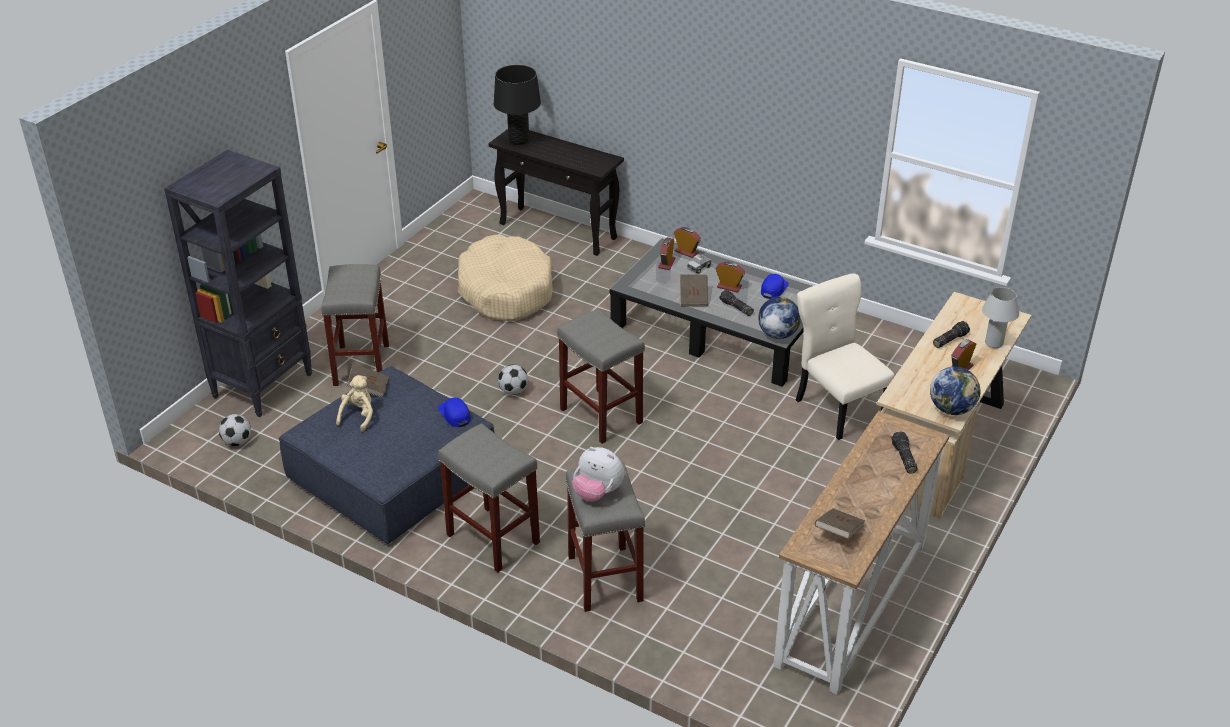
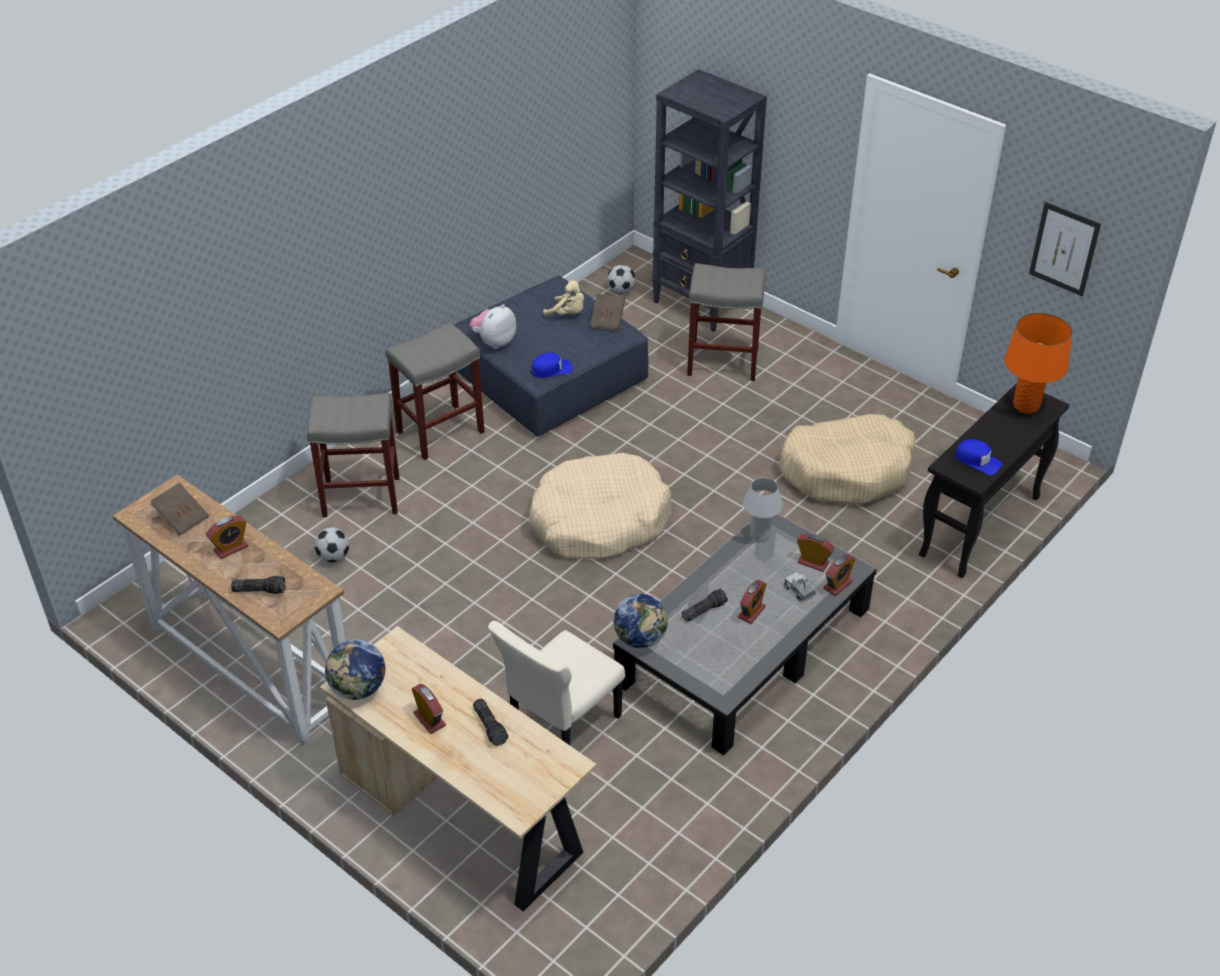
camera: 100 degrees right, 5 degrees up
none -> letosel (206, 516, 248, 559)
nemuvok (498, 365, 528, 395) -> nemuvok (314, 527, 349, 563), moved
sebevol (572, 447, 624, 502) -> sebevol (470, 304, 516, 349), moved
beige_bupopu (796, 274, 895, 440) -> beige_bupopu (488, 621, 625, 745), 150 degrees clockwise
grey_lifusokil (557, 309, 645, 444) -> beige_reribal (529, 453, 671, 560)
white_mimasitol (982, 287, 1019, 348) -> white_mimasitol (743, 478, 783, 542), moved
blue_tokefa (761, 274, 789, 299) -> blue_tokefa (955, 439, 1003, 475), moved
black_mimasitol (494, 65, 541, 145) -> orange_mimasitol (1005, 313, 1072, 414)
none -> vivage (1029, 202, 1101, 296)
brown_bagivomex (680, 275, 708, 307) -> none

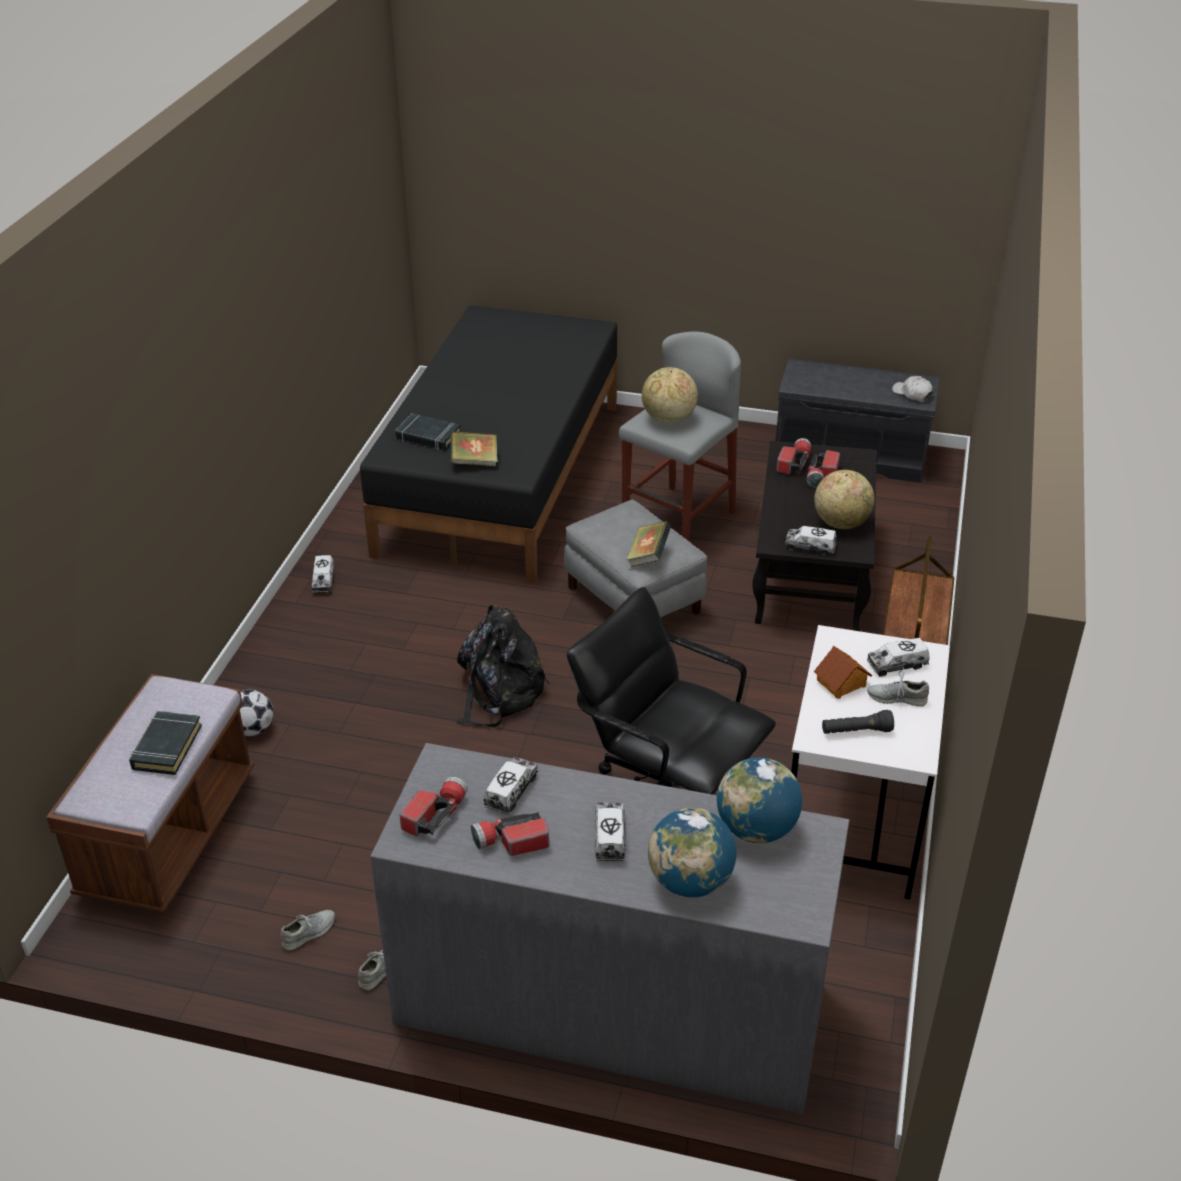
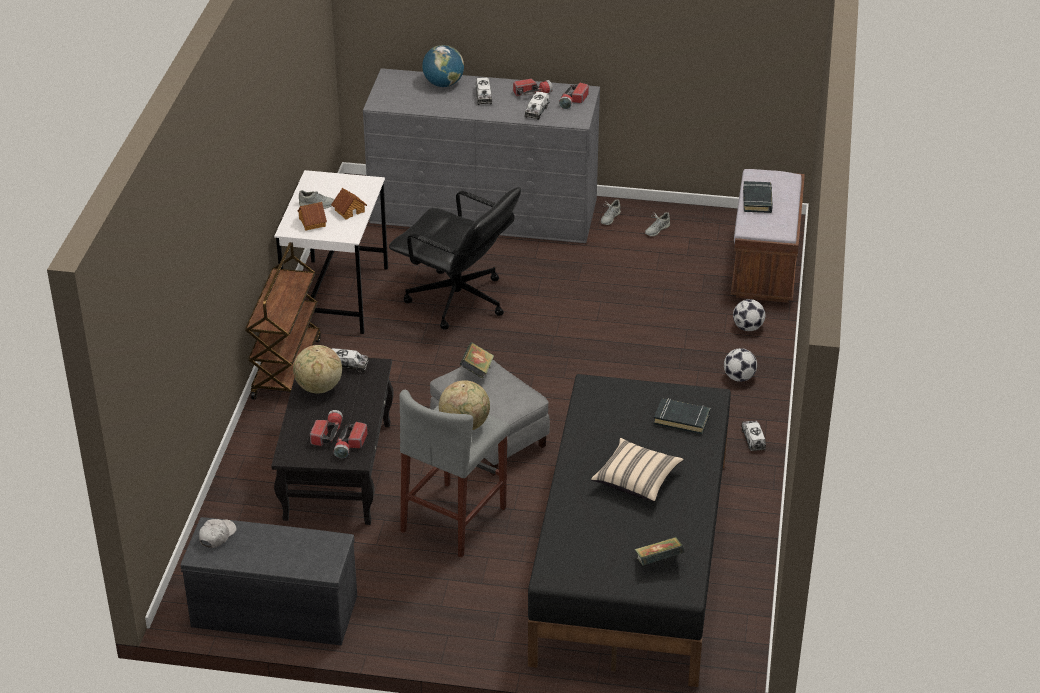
camera: 175 degrees right, 0 degrees up
white_tokefa (892, 376, 933, 402) -> white_tokefa (199, 519, 237, 548), 105 degrees counterclockwise
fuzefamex (867, 638, 930, 677) -> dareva (298, 202, 327, 231)
none -> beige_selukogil (591, 438, 684, 502)
bagivomex (450, 431, 498, 466) -> bagivomex (635, 537, 685, 566), moved
none -> nemuvok (724, 348, 757, 382)
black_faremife (457, 605, 550, 727) -> none
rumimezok (717, 757, 802, 843) -> none
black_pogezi (822, 710, 894, 734) -> none

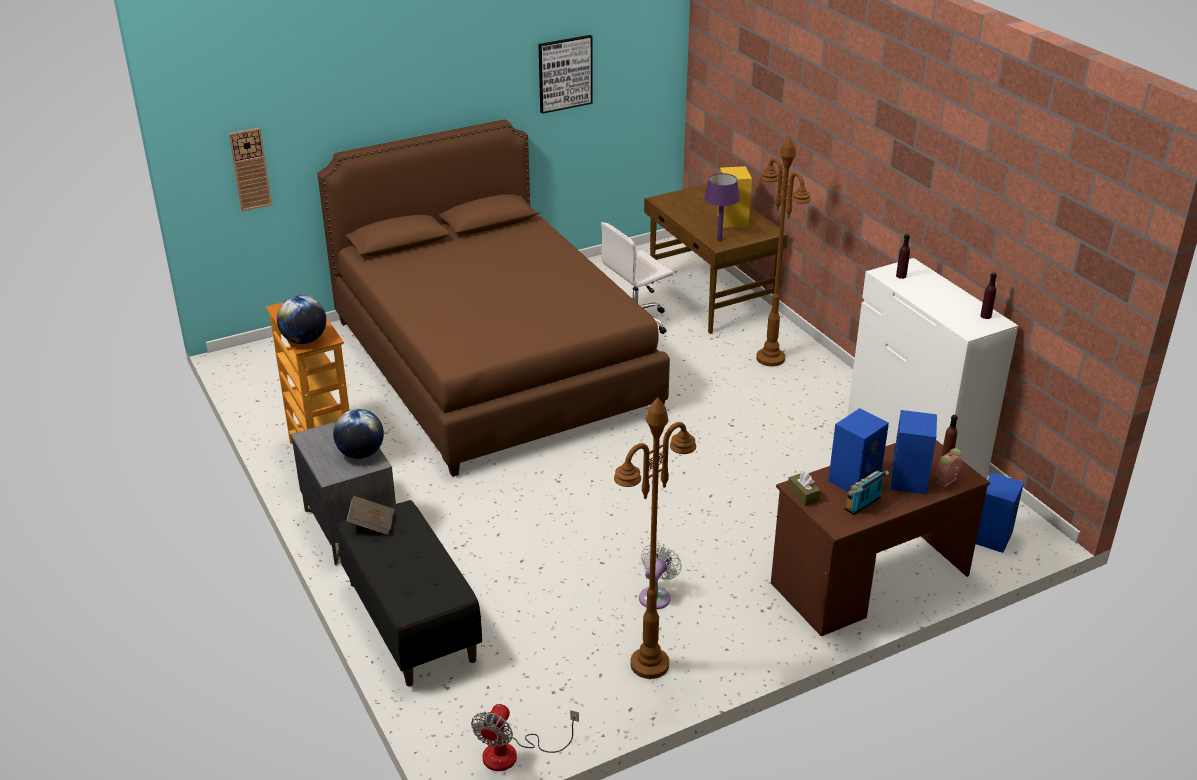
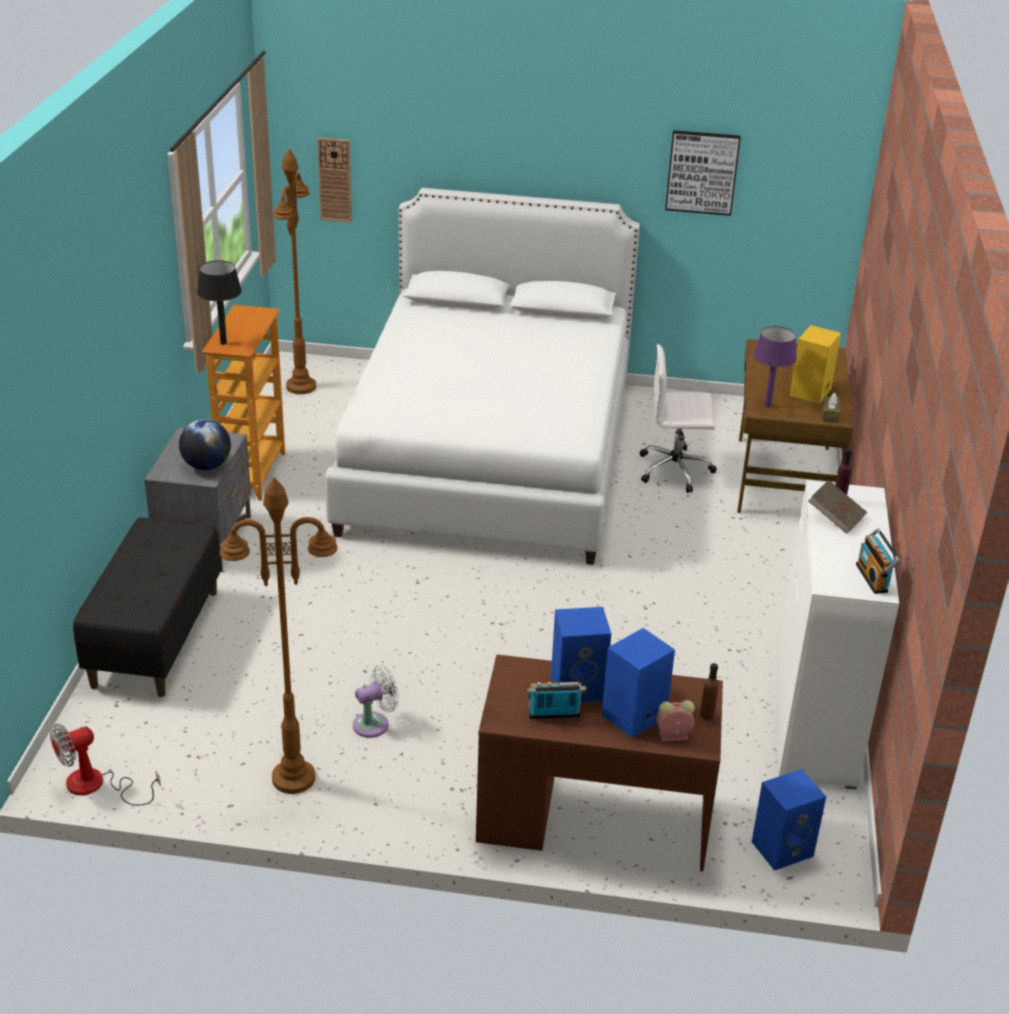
camera: 35 degrees right, 0 degrees up
rumimezok (277, 295, 326, 344) -> black_mimasitol (197, 260, 242, 345)
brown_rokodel (756, 136, 811, 366) -> brown_rokodel (274, 149, 316, 394), moved
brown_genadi (317, 119, 670, 477) -> white_genadi (325, 188, 640, 565)
brown_bagivomex (346, 496, 394, 535) -> brown_bagivomex (808, 480, 867, 534), moved
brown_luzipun (788, 471, 821, 506) -> brown_luzipun (822, 393, 840, 423), moved
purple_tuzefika (980, 273, 997, 319) -> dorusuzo (856, 528, 901, 594)

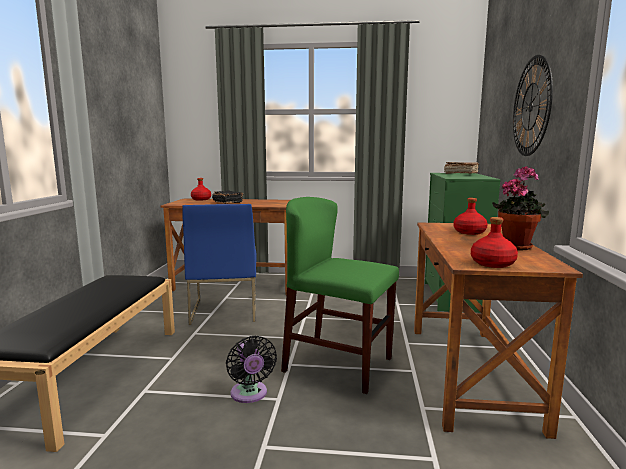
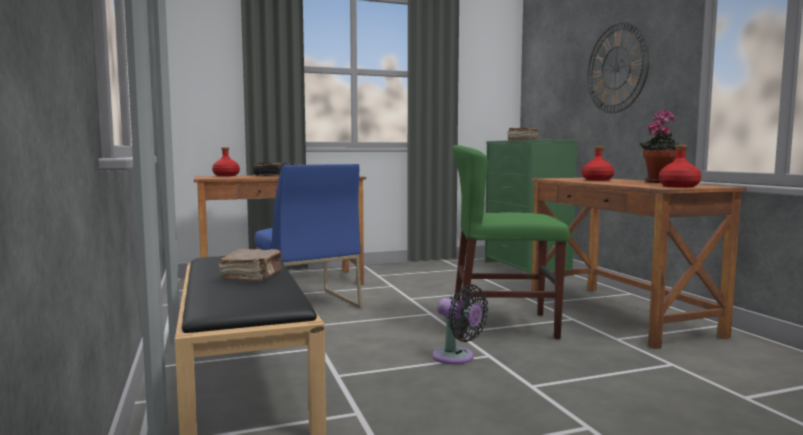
camera: 25 degrees left, 5 degrees down
none -> brown_bagivomex (219, 248, 282, 281)

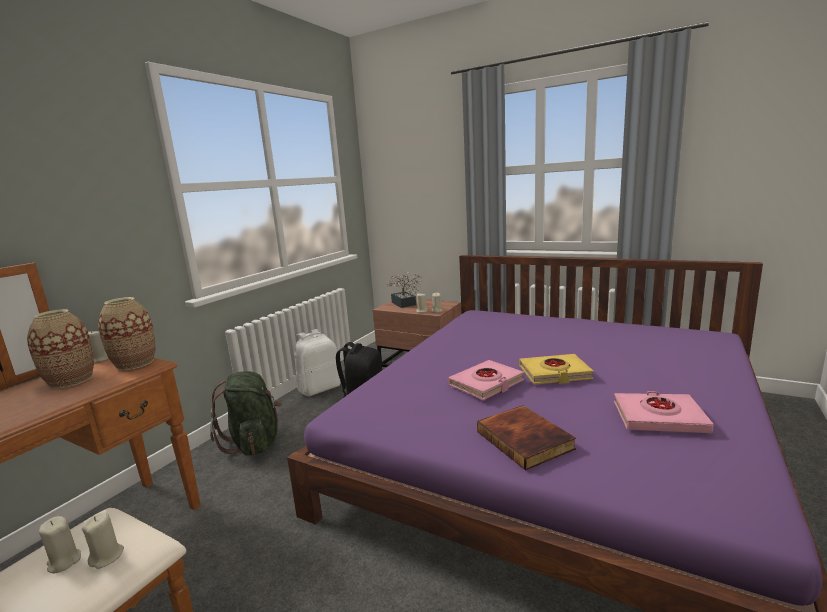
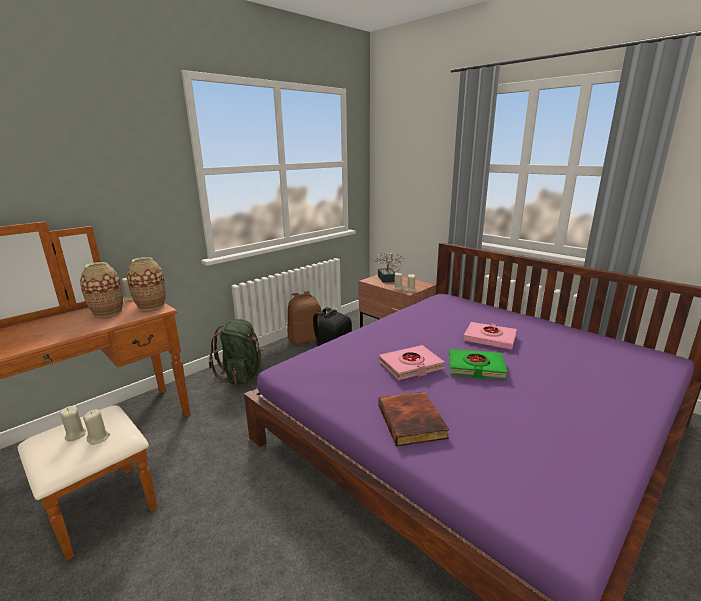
camera: 15 degrees right, 5 degrees up
white_faremife (295, 329, 341, 396) -> brown_faremife (287, 291, 322, 345)
yellow_bagivomex (519, 354, 594, 385) -> green_bagivomex (449, 349, 508, 379)
pink_bagivomex (614, 391, 714, 433) -> pink_bagivomex (463, 322, 517, 350), moved

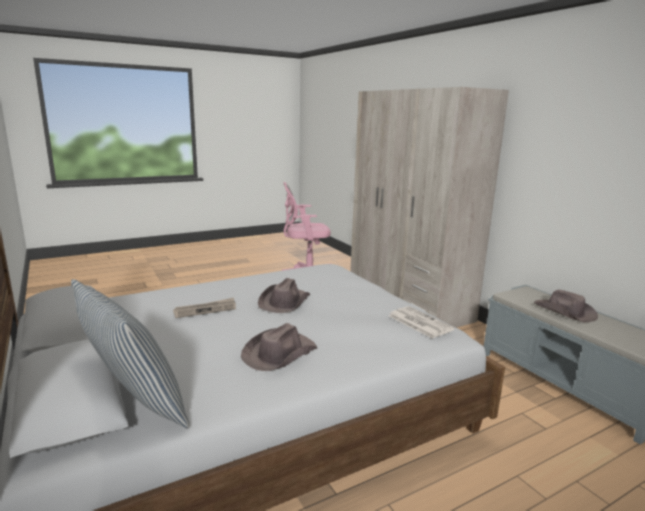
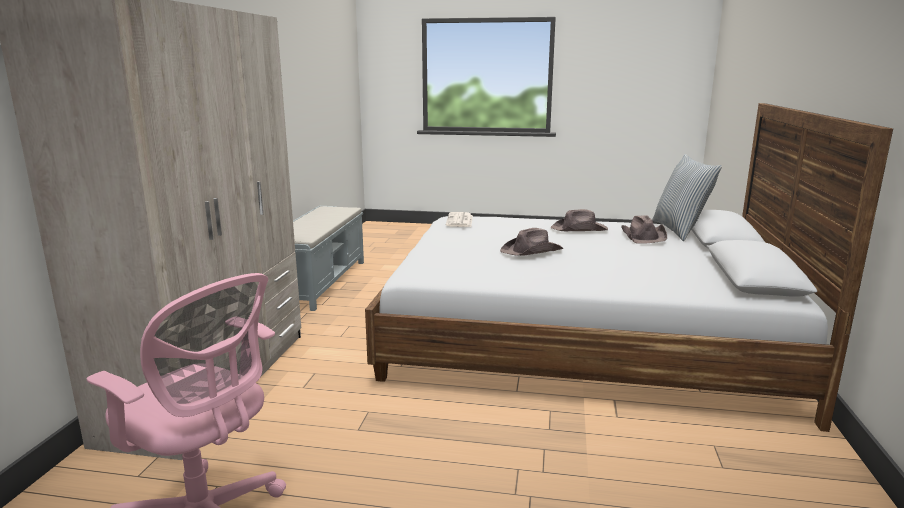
camera: 140 degrees left, 0 degrees up
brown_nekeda (534, 290, 598, 323) -> brown_nekeda (621, 215, 667, 244), moved
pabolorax (173, 297, 236, 318) -> none

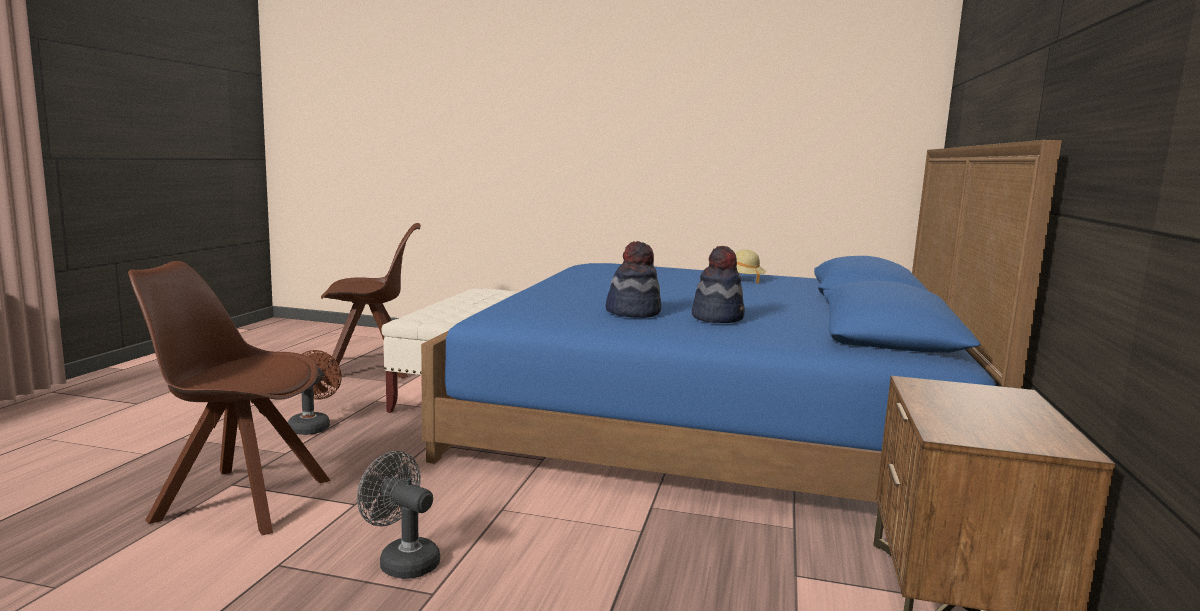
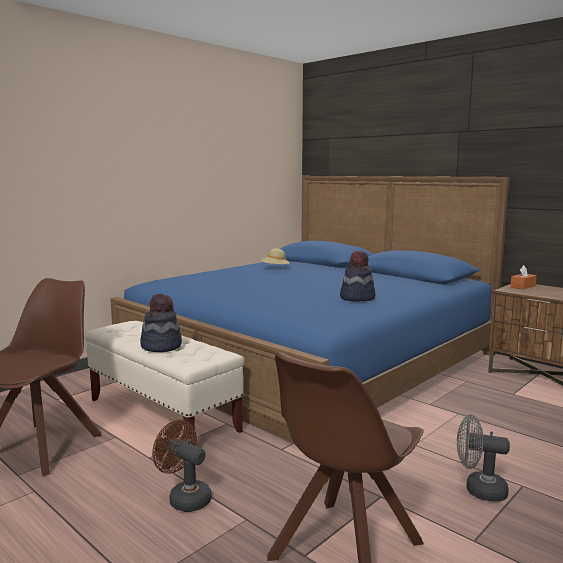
camera: 60 degrees left, 0 degrees up
nekeda (692, 246, 745, 323) -> nekeda (140, 293, 182, 352), moved
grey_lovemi (357, 451, 440, 579) -> grey_lovemi (457, 415, 510, 501), 45 degrees clockwise
none -> orange_luzipun (510, 265, 537, 289)

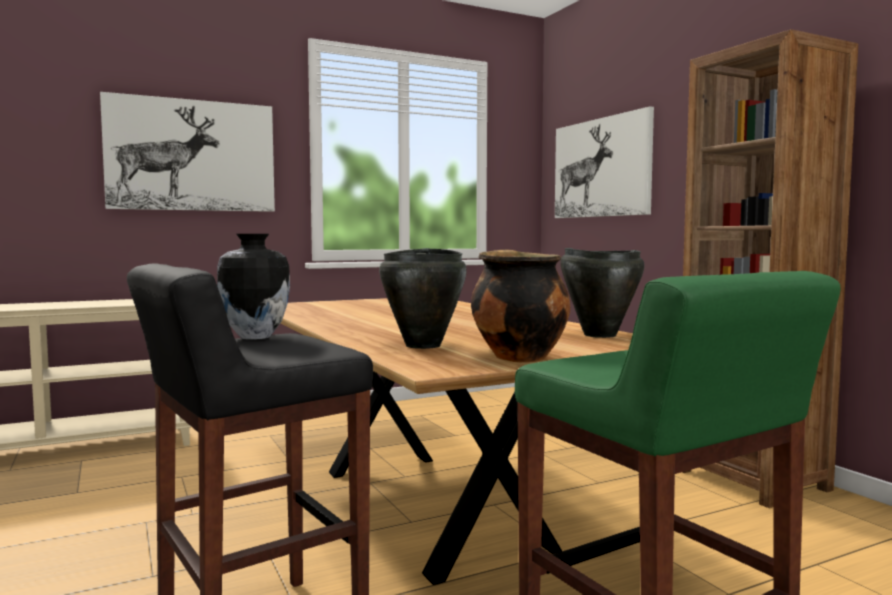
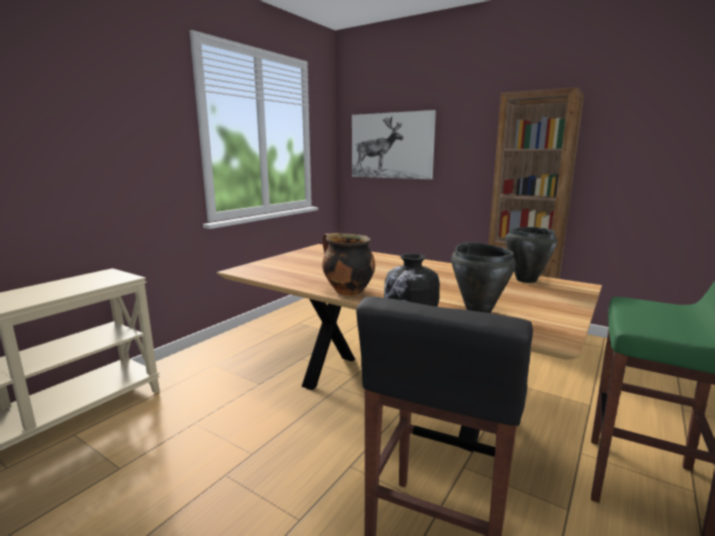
camera: 30 degrees left, 10 degrees up
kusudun (471, 249, 570, 363) -> kusudun (322, 233, 375, 296), moved
vivage (100, 92, 275, 212) -> none

